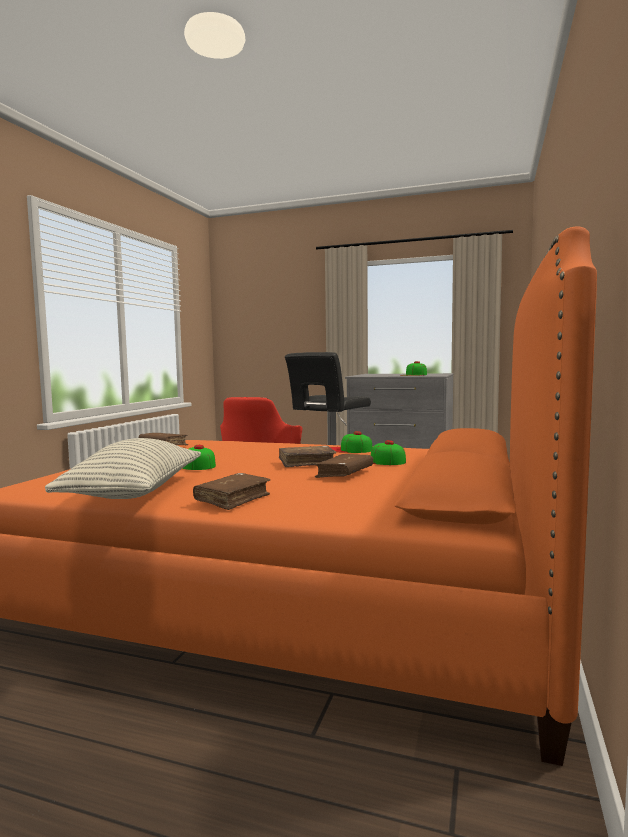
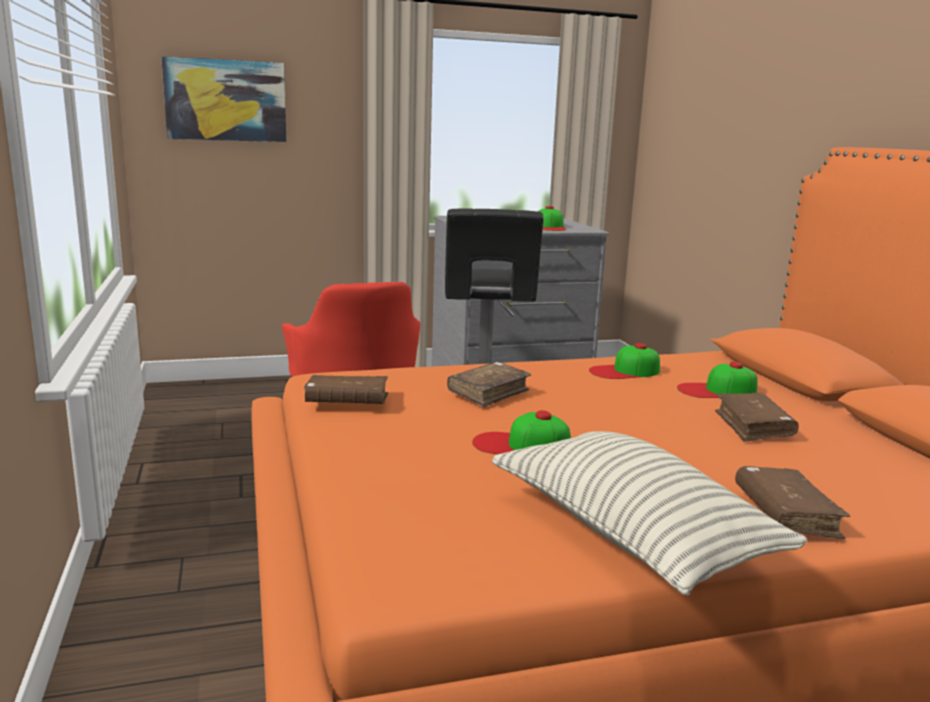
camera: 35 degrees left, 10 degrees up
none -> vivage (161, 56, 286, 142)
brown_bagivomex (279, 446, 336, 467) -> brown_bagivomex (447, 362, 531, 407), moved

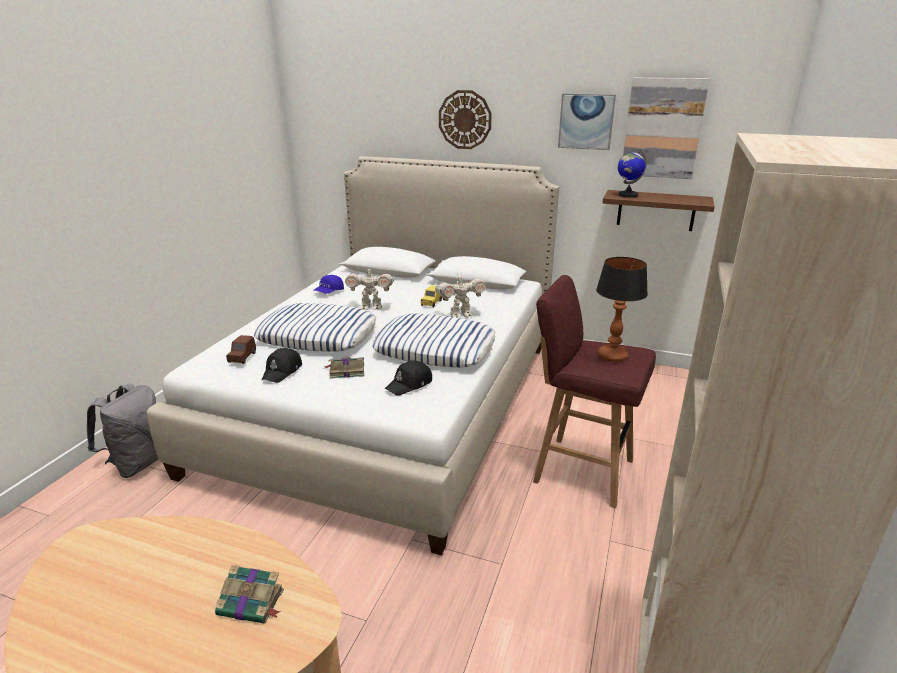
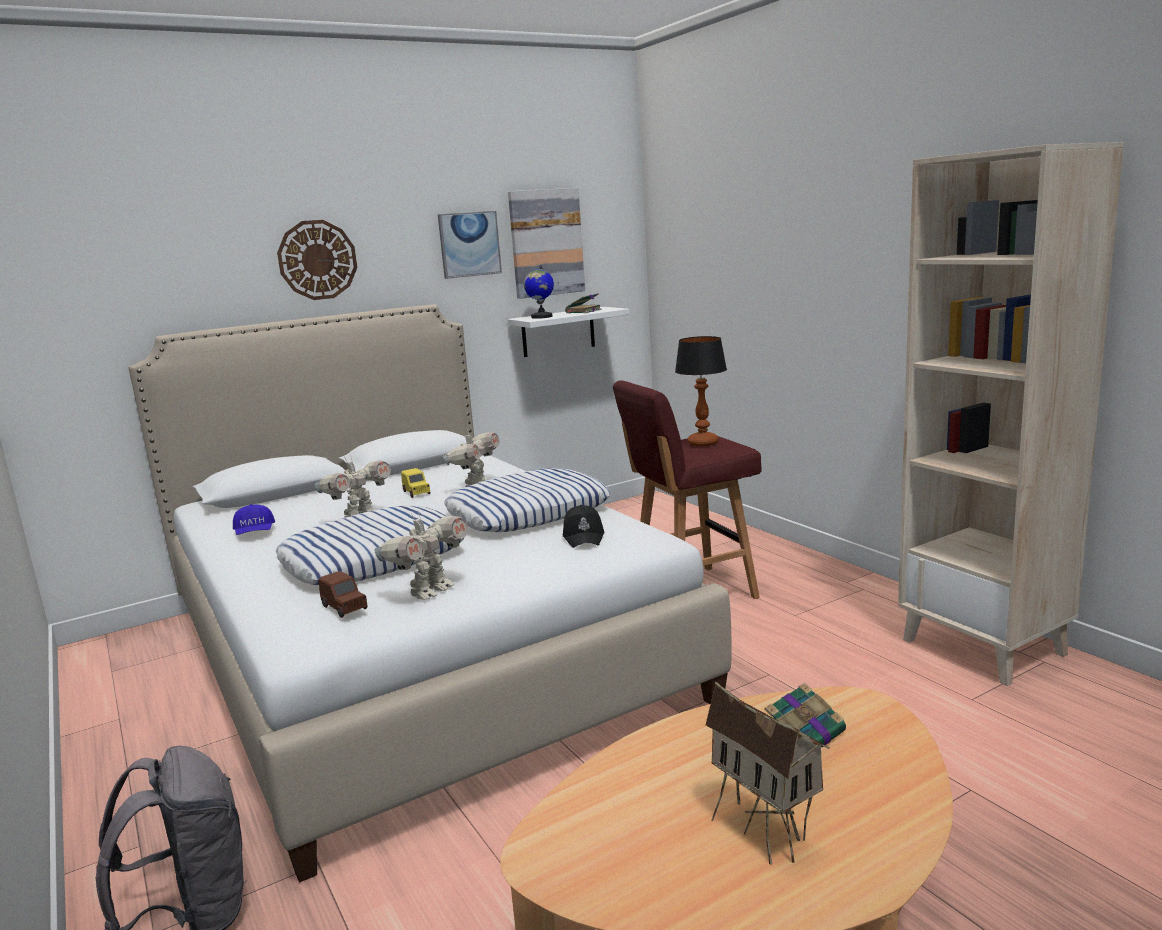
camera: 50 degrees left, 10 degrees down
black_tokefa (262, 348, 302, 383) -> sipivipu (375, 511, 468, 600)
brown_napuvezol (603, 190, 715, 231) -> white_napuvezol (507, 307, 630, 357)
bagivomex (325, 357, 364, 379) -> bagivomex (565, 293, 602, 313), moved
none -> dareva (705, 681, 830, 865)

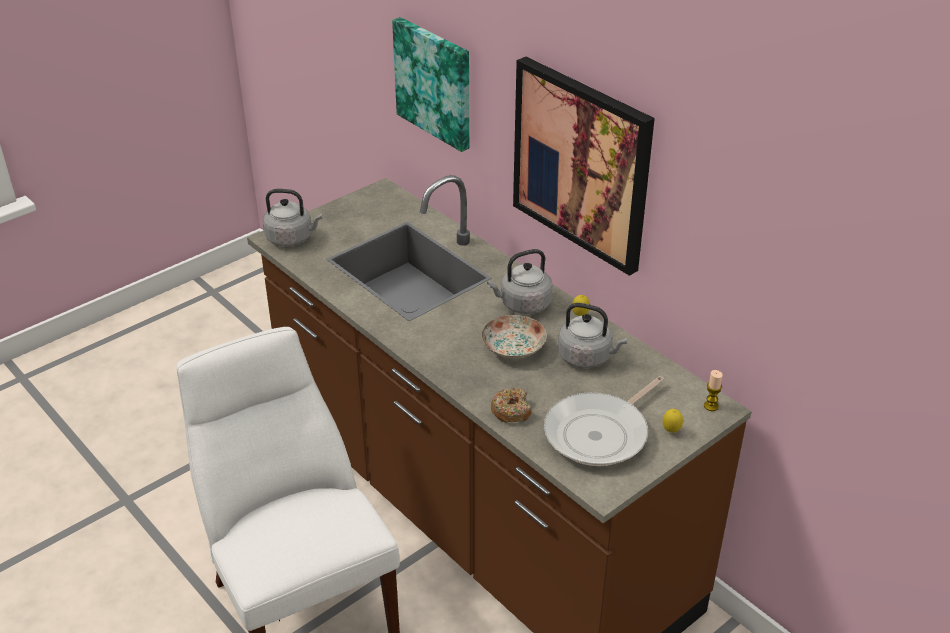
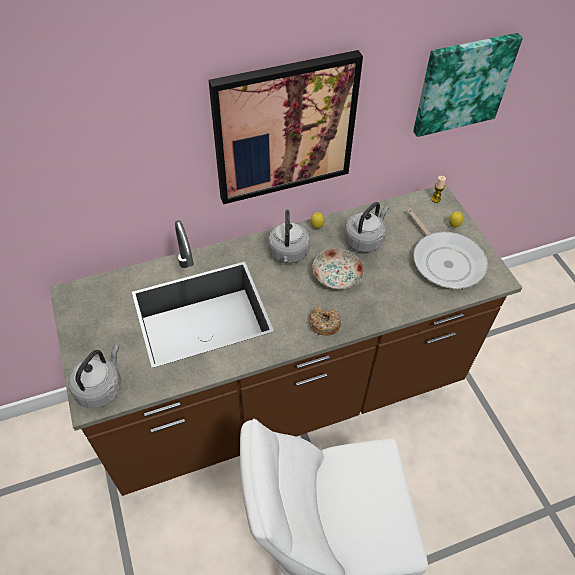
camera: 70 degrees left, 15 degrees up
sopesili (491, 388, 531, 423) -> sopesili (309, 306, 341, 336), moved
vivage (392, 17, 469, 152) -> vivage (413, 33, 523, 137), moved

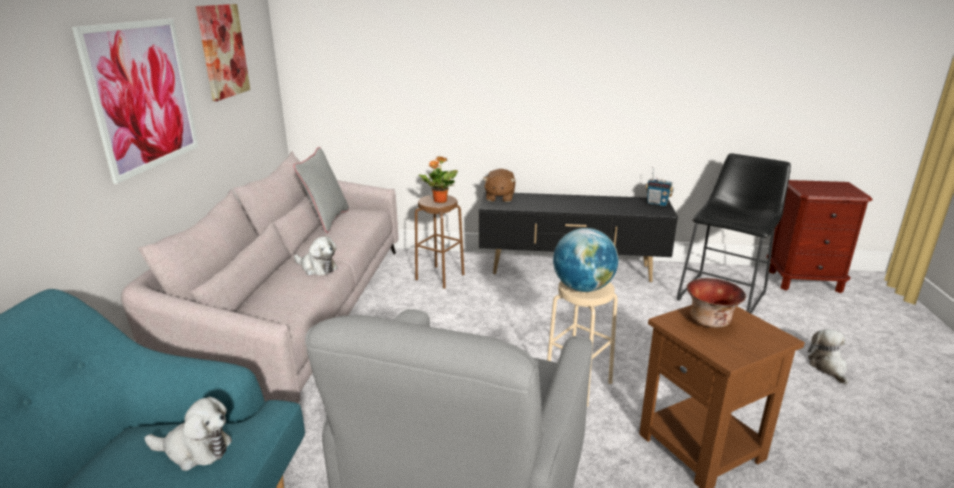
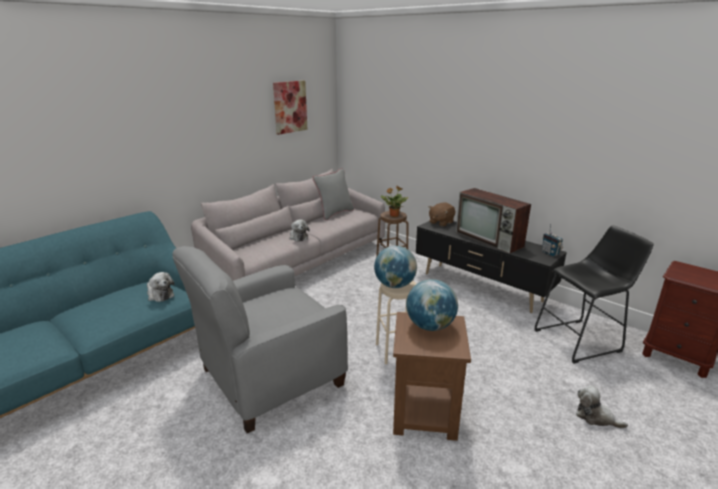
camera: 35 degrees right, 0 degrees up
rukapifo (687, 278, 746, 328) -> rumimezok (406, 279, 458, 331)
none -> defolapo (456, 188, 531, 253)
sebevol (808, 329, 849, 385) -> sebevol (576, 385, 628, 428), 90 degrees counterclockwise
vivage (72, 19, 198, 184) -> none

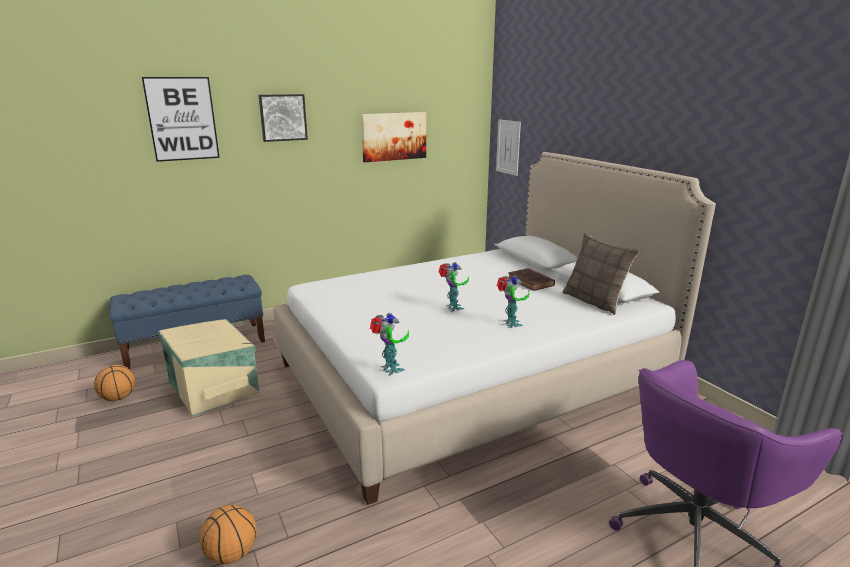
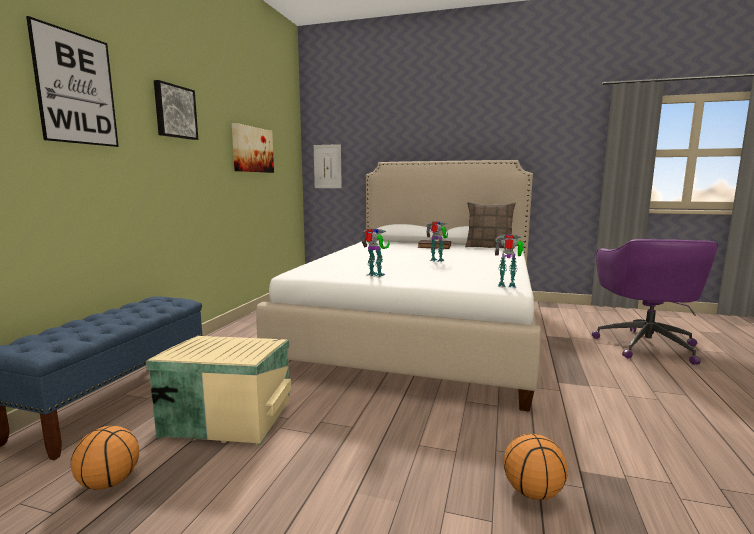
camera: 45 degrees left, 10 degrees down
sipivipu (497, 275, 529, 328) -> sipivipu (362, 228, 390, 277), moved

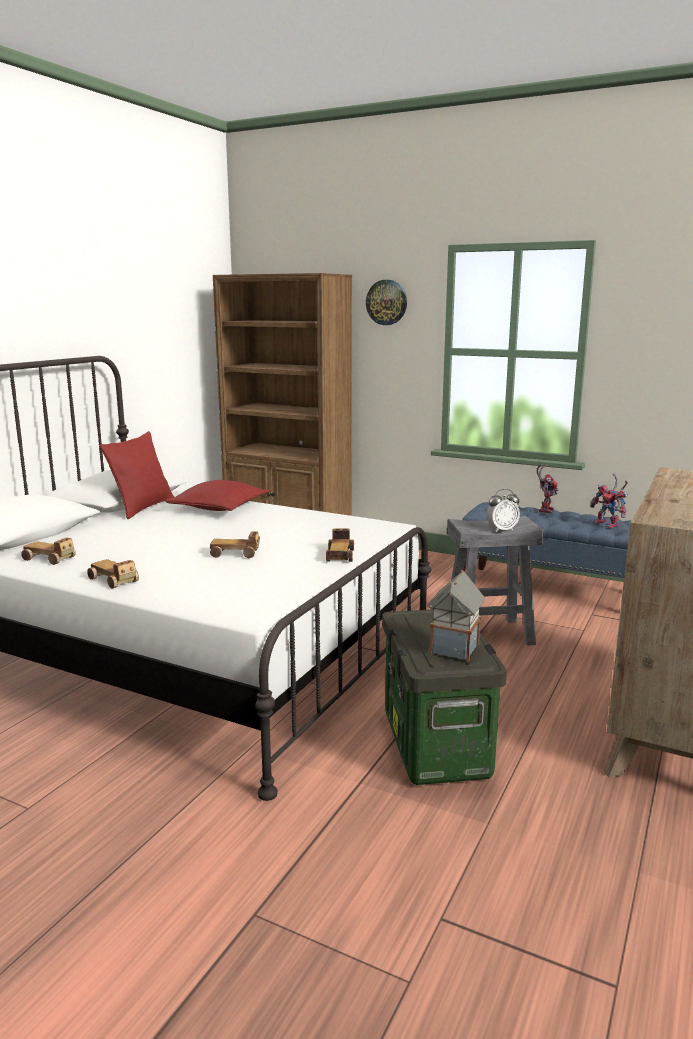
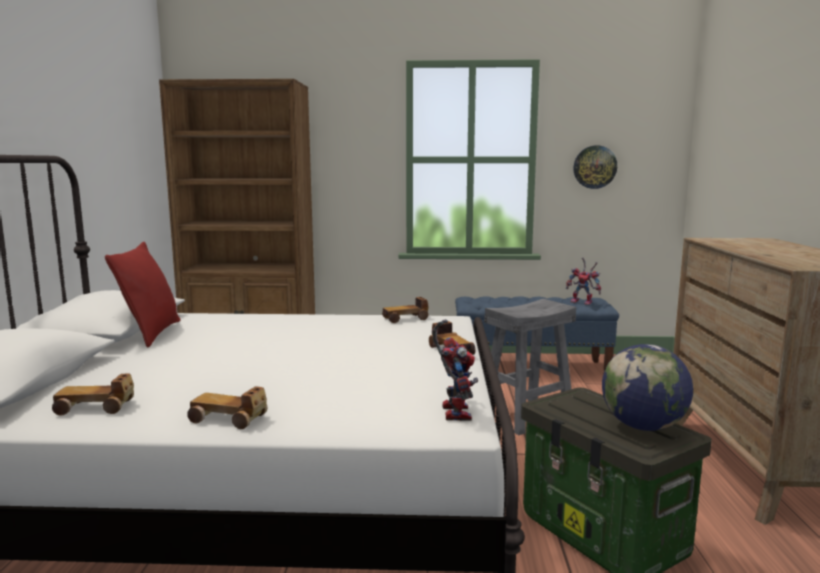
camera: 25 degrees left, 5 degrees down
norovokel (210, 531, 260, 558) -> norovokel (382, 297, 429, 323), moved
sipivipu (537, 465, 558, 514) -> sipivipu (432, 319, 478, 421), moved
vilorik (366, 280, 407, 325) -> vilorik (573, 145, 617, 189), moved
dareva (428, 570, 485, 661) -> rumimezok (602, 344, 693, 431)
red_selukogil (165, 480, 270, 511) -> none
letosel (486, 489, 520, 532) -> none

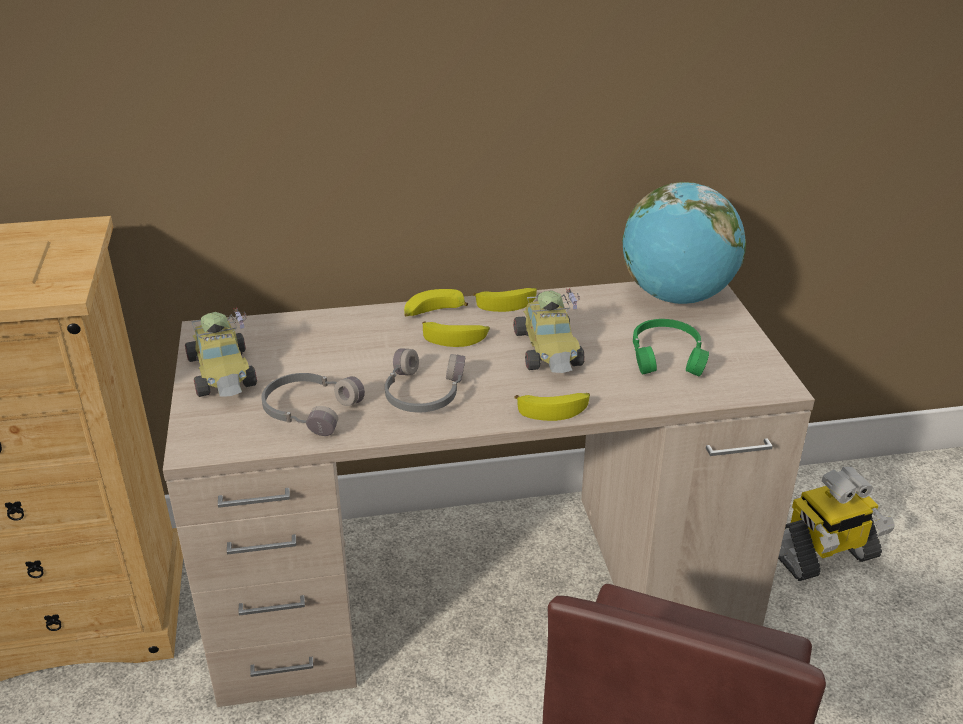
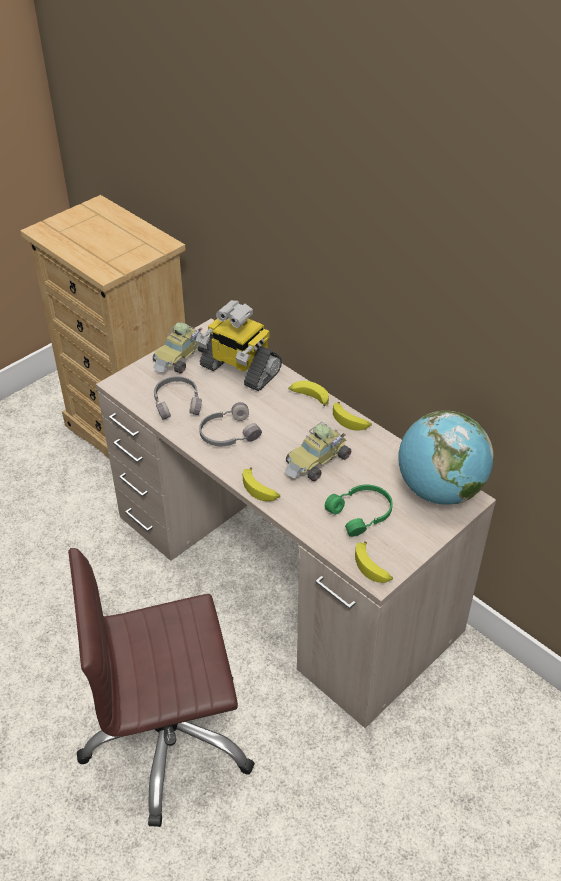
camera: 55 degrees right, 10 degrees up
sipivipu (778, 467, 895, 581) -> sipivipu (196, 300, 282, 391), moved
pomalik (422, 322, 490, 347) -> pomalik (355, 541, 393, 583), moved

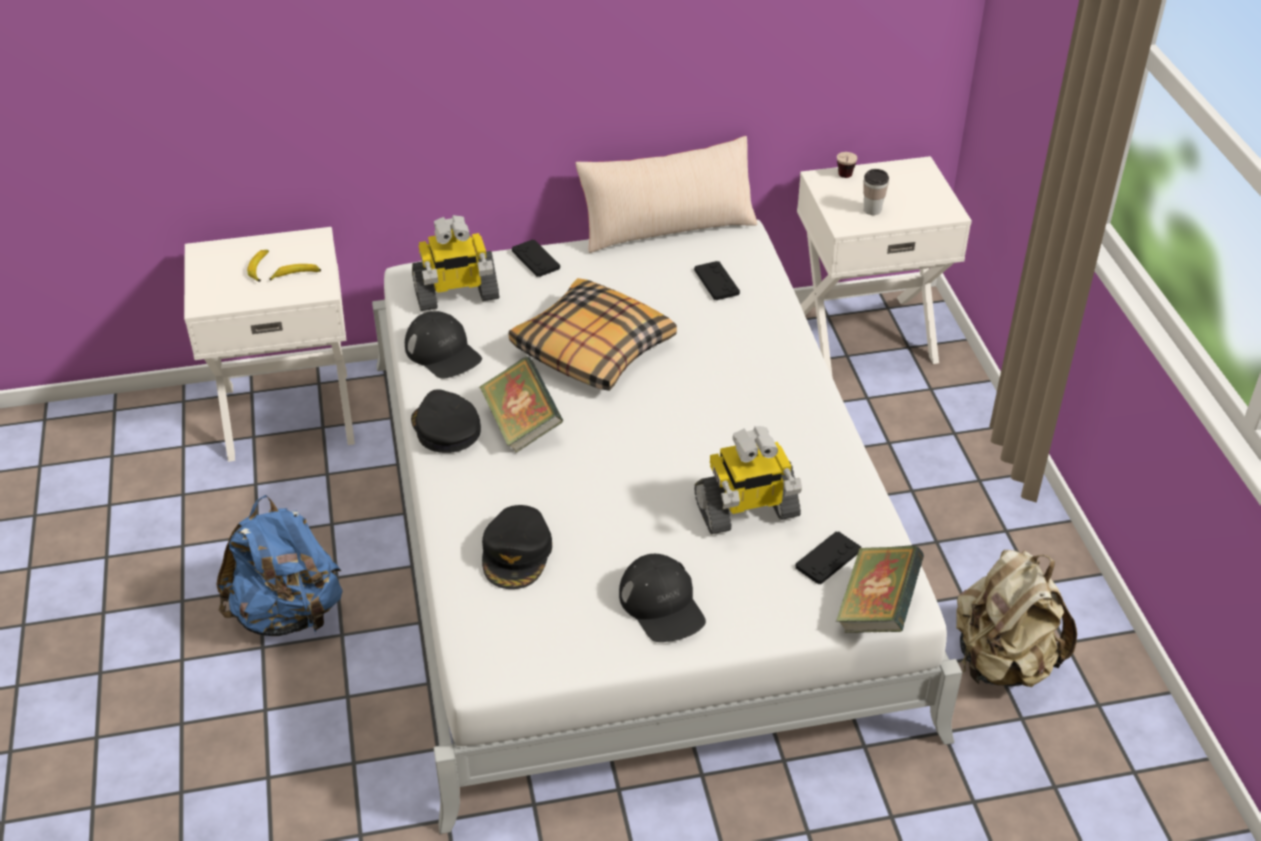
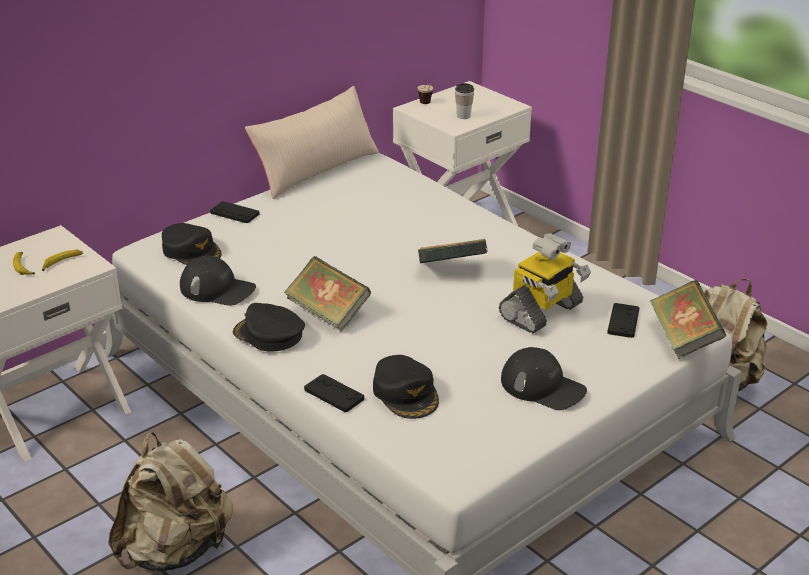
camera: 30 degrees left, 10 degrees down
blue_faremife (216, 495, 343, 636) -> beige_faremife (108, 432, 233, 571)
sipivipu (412, 215, 499, 311) -> black_tokefa (162, 223, 222, 265)
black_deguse (694, 261, 740, 300) -> black_deguse (304, 374, 364, 412), moved
none -> bagivomex (418, 239, 488, 263)
selukogil (509, 278, 677, 391) -> none

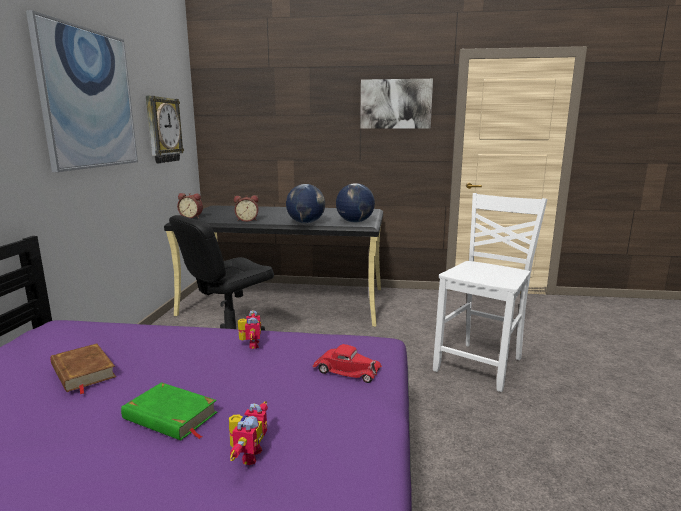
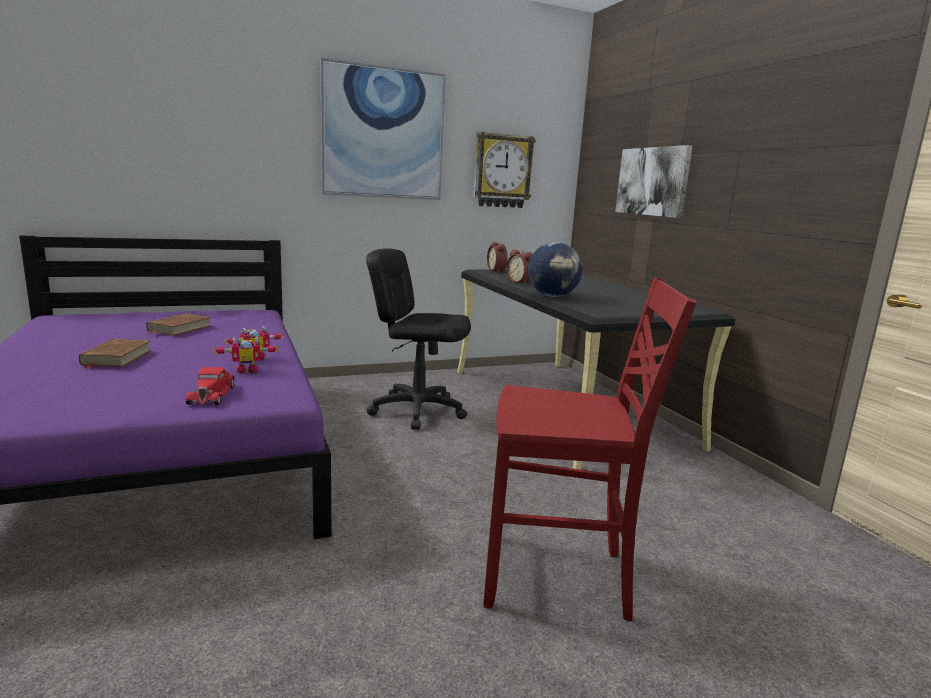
camera: 60 degrees right, 0 degrees up
green_bagivomex (121, 382, 217, 441) -> brown_bagivomex (79, 339, 152, 369)
sipivipu (229, 401, 268, 465) -> sipivipu (212, 337, 280, 373), moved
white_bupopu (433, 193, 547, 392) -> red_bupopu (483, 277, 696, 621)
vivage (360, 79, 433, 129) -> vivage (615, 145, 693, 218), moved
rumimezok (336, 183, 375, 223) -> none

